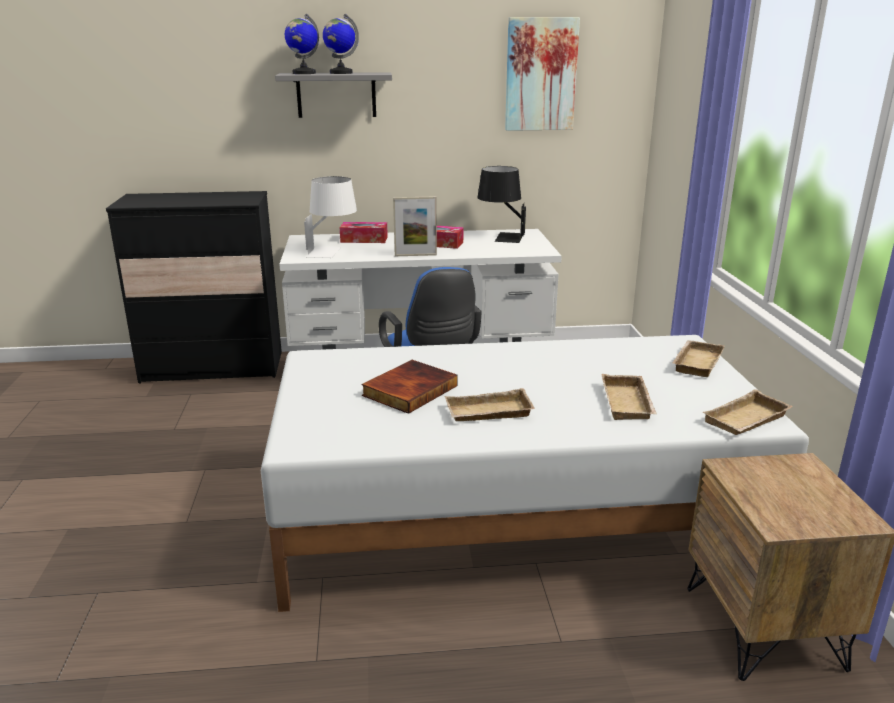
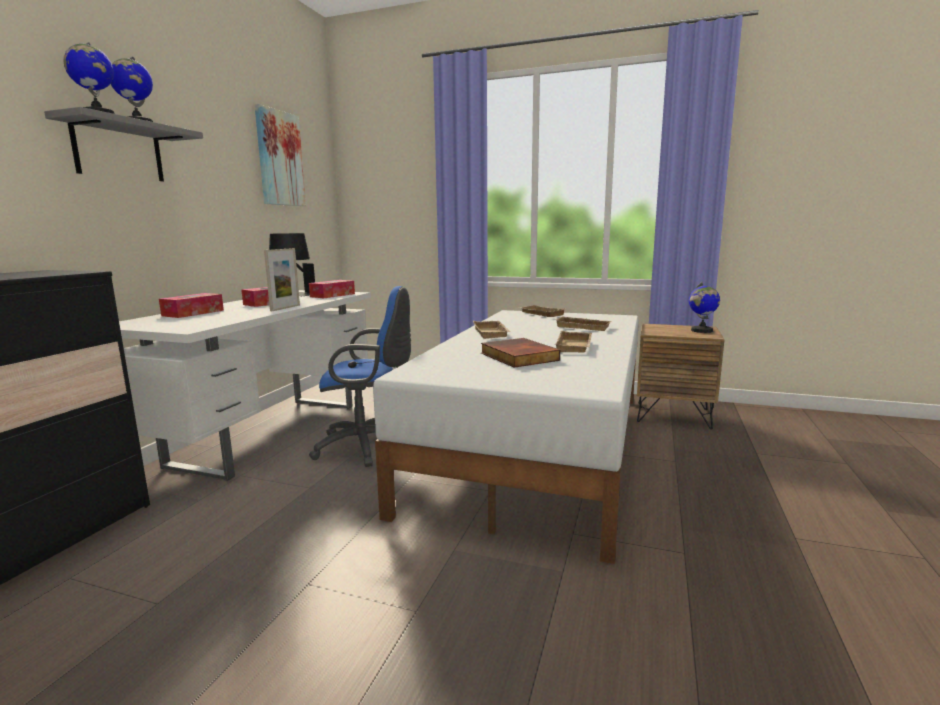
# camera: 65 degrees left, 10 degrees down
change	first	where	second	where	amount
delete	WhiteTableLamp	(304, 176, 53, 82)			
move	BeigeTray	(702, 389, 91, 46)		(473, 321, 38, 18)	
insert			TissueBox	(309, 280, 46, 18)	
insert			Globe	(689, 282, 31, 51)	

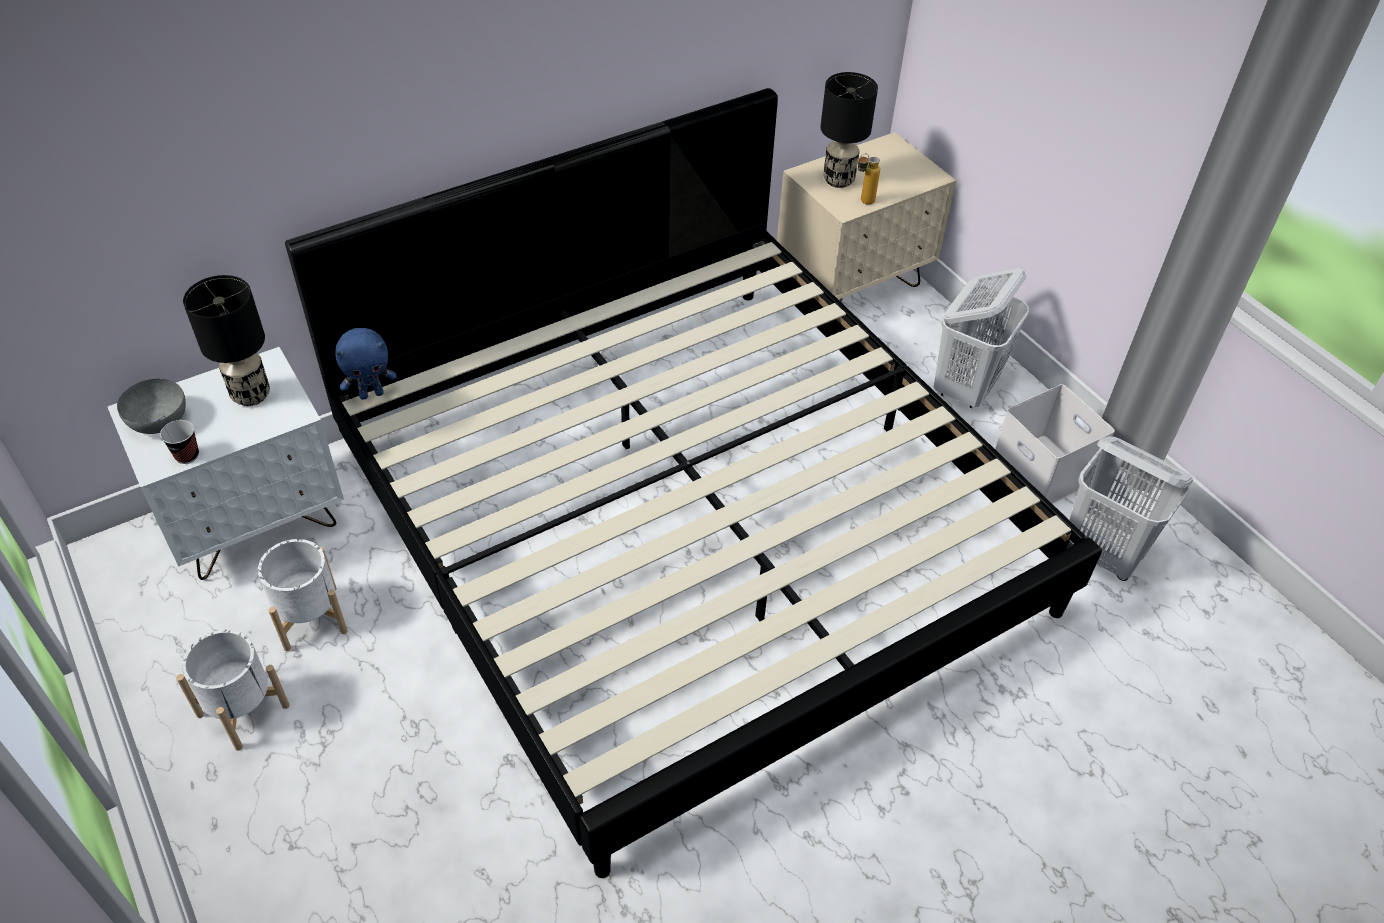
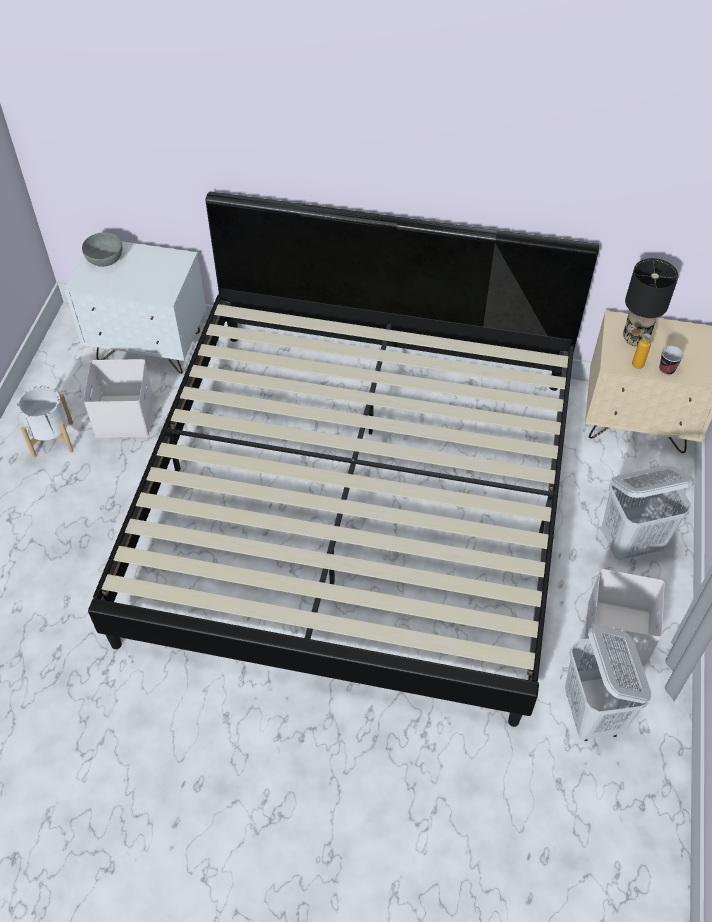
# camera: 45 degrees right, 5 degrees up
change	first	where	second	where	amount
delete	BlackTableLamp	(183, 275, 87, 131)			
delete	BluePlushToy	(335, 328, 62, 72)			
move	Cup	(160, 420, 39, 44)		(659, 346, 25, 29)	
replace	WhitePlanter	(258, 539, 90, 112)	WhiteStorageBox	(83, 359, 71, 79)	

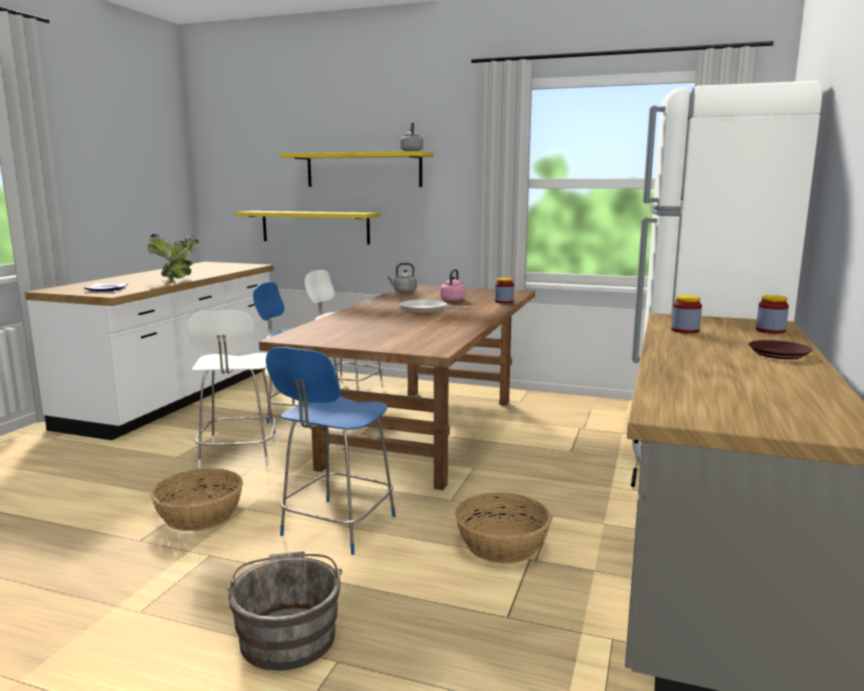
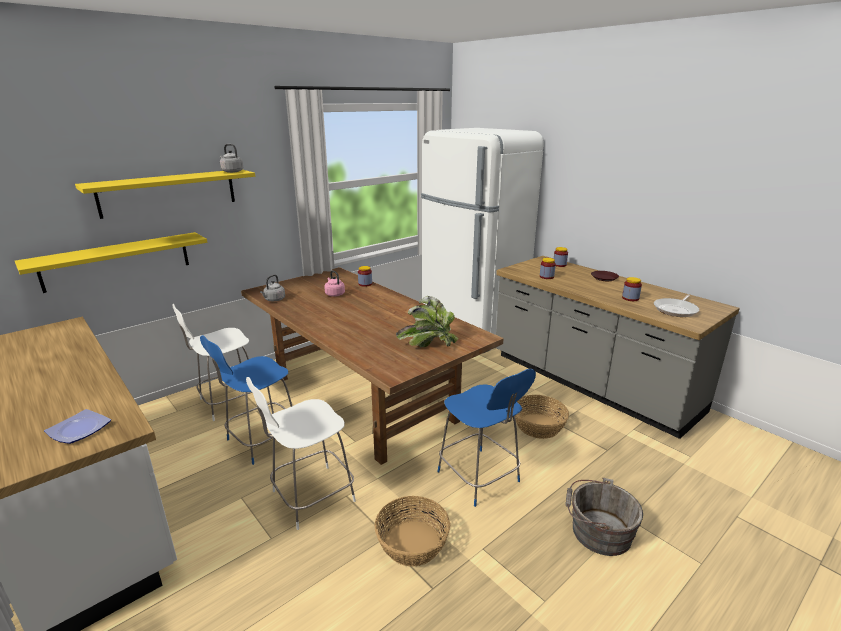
# camera: 60 degrees left, 10 degrees up
change	first	where	second	where	amount
move	PottedPlant	(147, 234, 52, 45)		(396, 296, 63, 51)	
move	FryingPan	(399, 300, 75, 13)		(654, 295, 45, 22)	
rotate	WhiteChair	(187, 310, 90, 159)		(246, 377, 110, 153)	120 degrees clockwise
insert			Jar	(622, 277, 20, 24)	

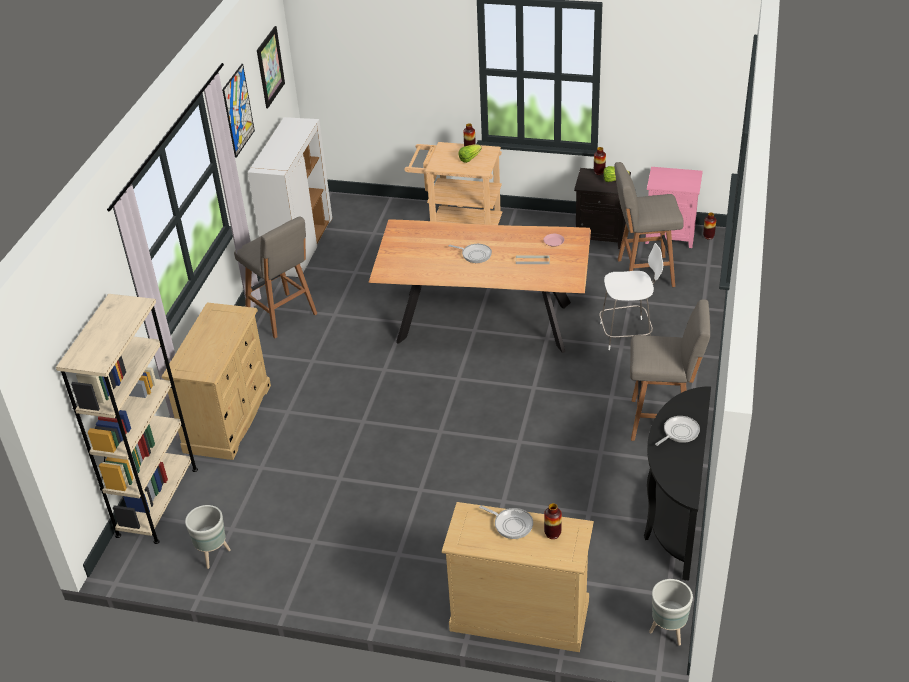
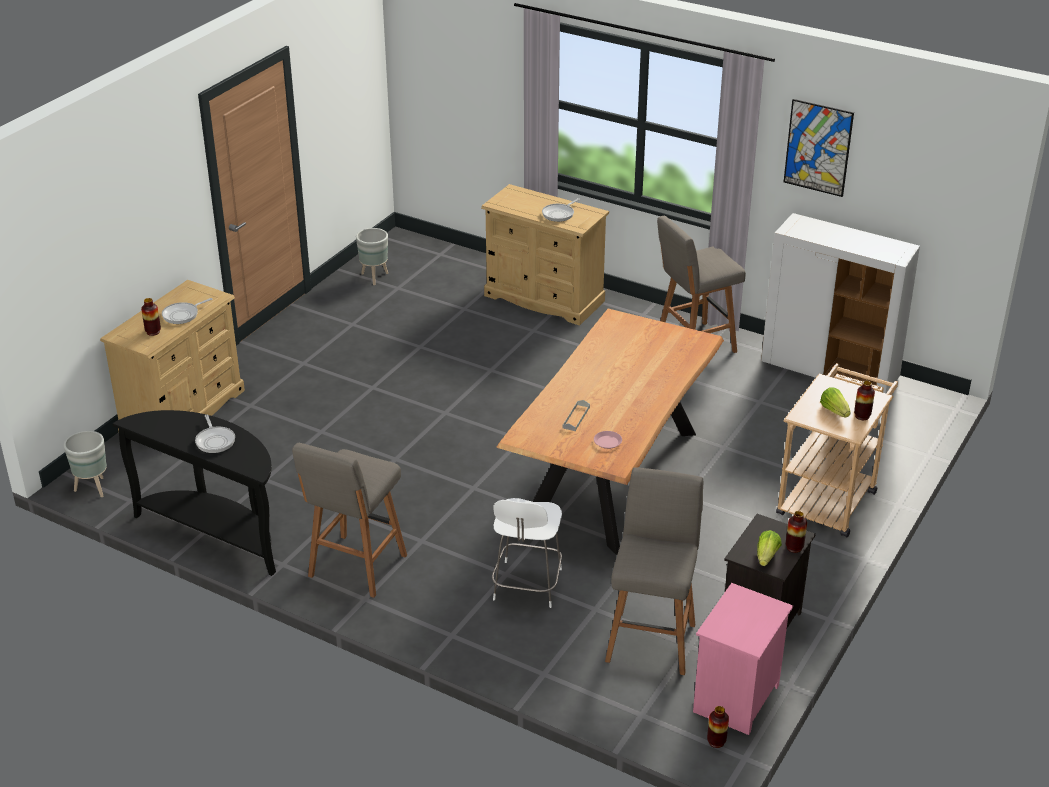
# camera: 105 degrees right, 5 degrees down
change	first	where	second	where	amount
delete	Picture	(257, 26, 28, 82)			
move	FryingPan	(449, 244, 43, 19)		(542, 198, 38, 24)	
delete	BeigeBookcase	(56, 294, 142, 250)			

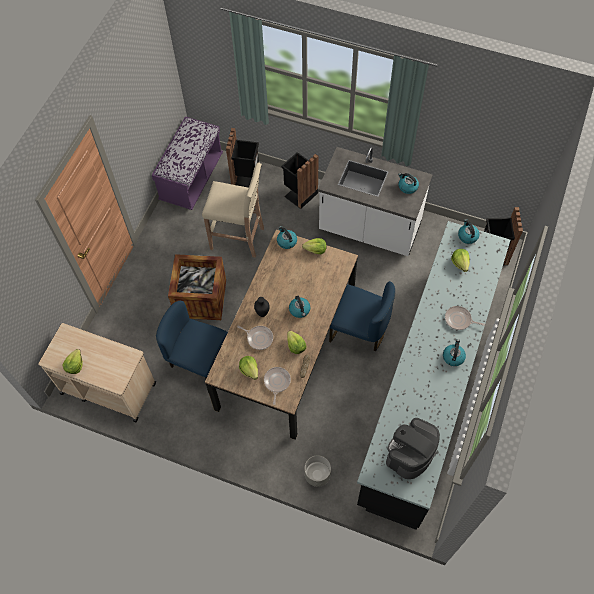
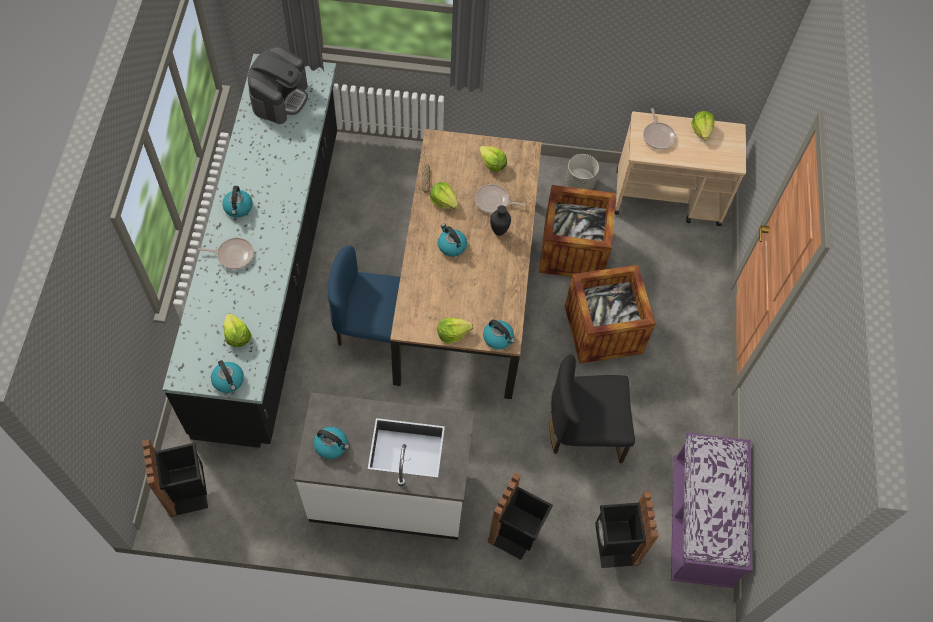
# camera: 160 degrees right, 0 degrees up
change	first	where	second	where	amount
replace	BeigeStool	(202, 163, 62, 95)	BlackChair	(550, 354, 85, 109)	
replace	BlueChair	(156, 301, 72, 78)	Crate	(539, 185, 77, 92)	
move	FryingPan	(264, 367, 27, 38)		(643, 108, 33, 42)	
move	GreyPlanter	(305, 455, 26, 32)		(565, 154, 34, 36)	

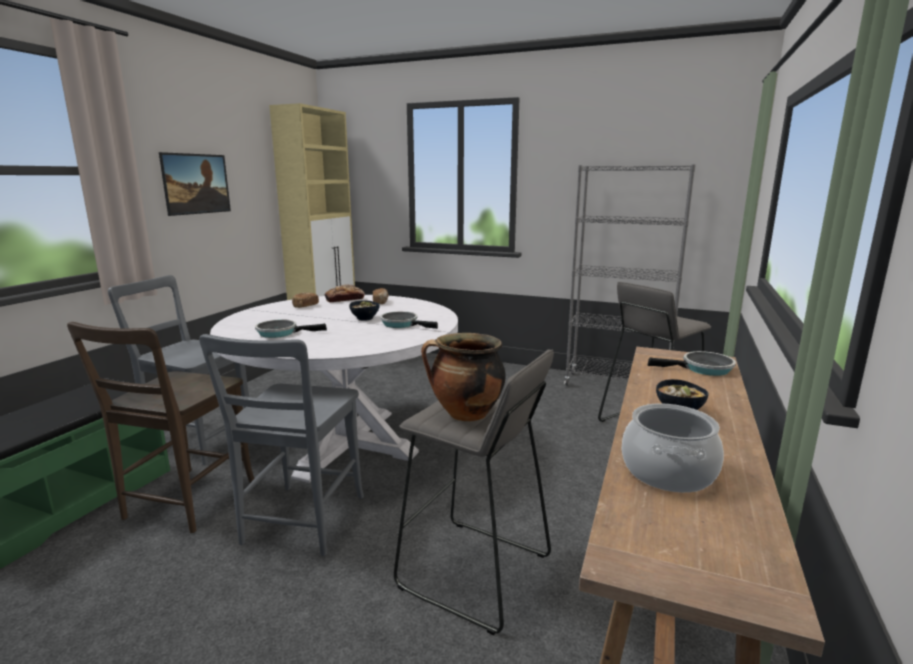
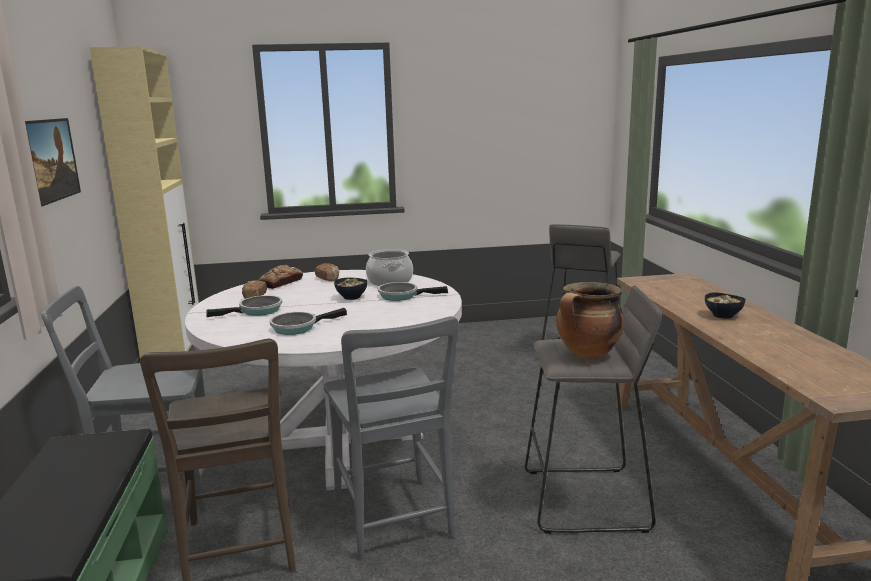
# camera: 30 degrees left, 0 degrees up
change	first	where	second	where	amount
delete	GreyBookcase	(564, 164, 132, 222)			
move	FryingPan	(647, 351, 89, 25)		(206, 295, 76, 22)	
move	CookingPot	(622, 403, 102, 90)		(366, 249, 47, 37)	

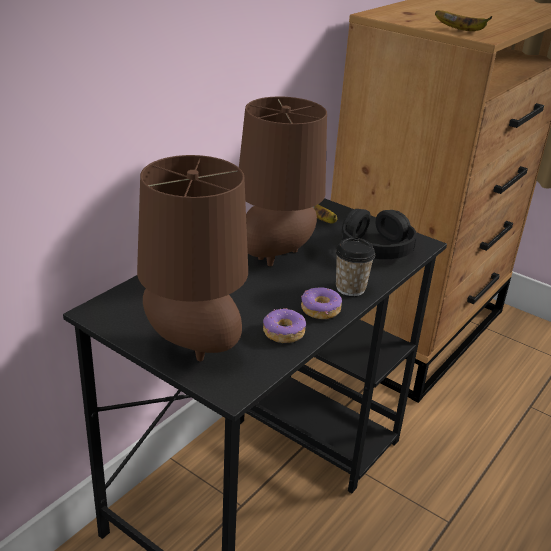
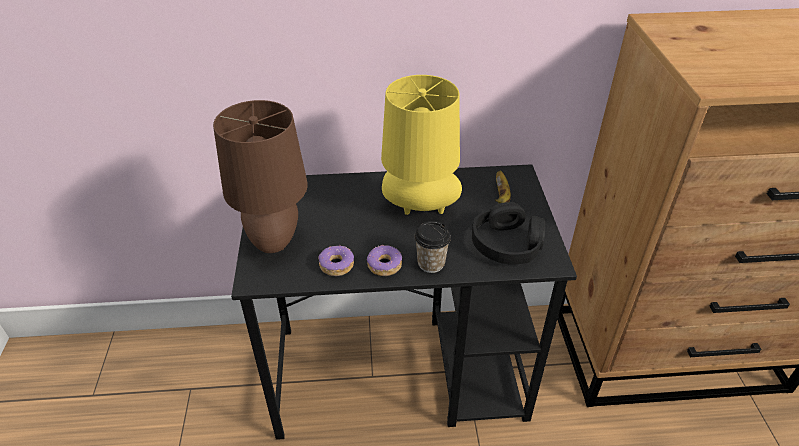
# camera: 50 degrees right, 10 degrees up
change	first	where	second	where	amount
delete	Banana	(435, 10, 58, 21)			
recolor	BrownTableLamp	(239, 97, 88, 169)	YellowTableLamp	(381, 75, 81, 140)	

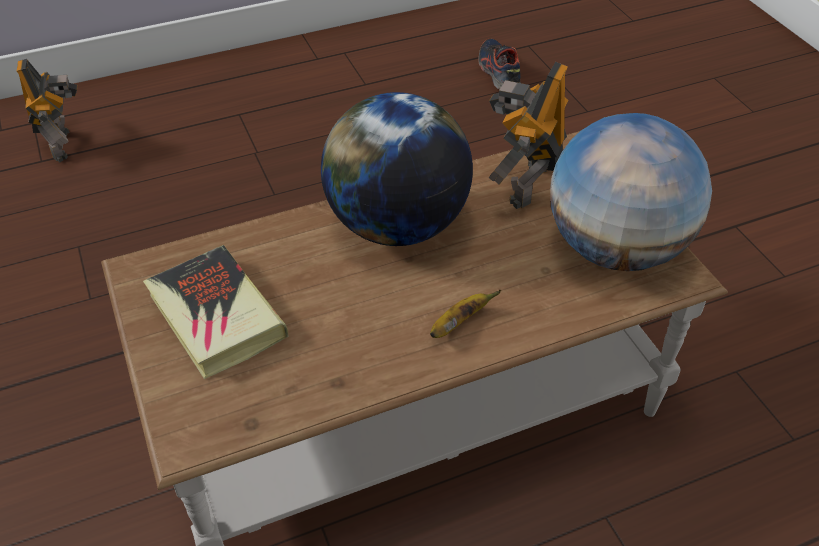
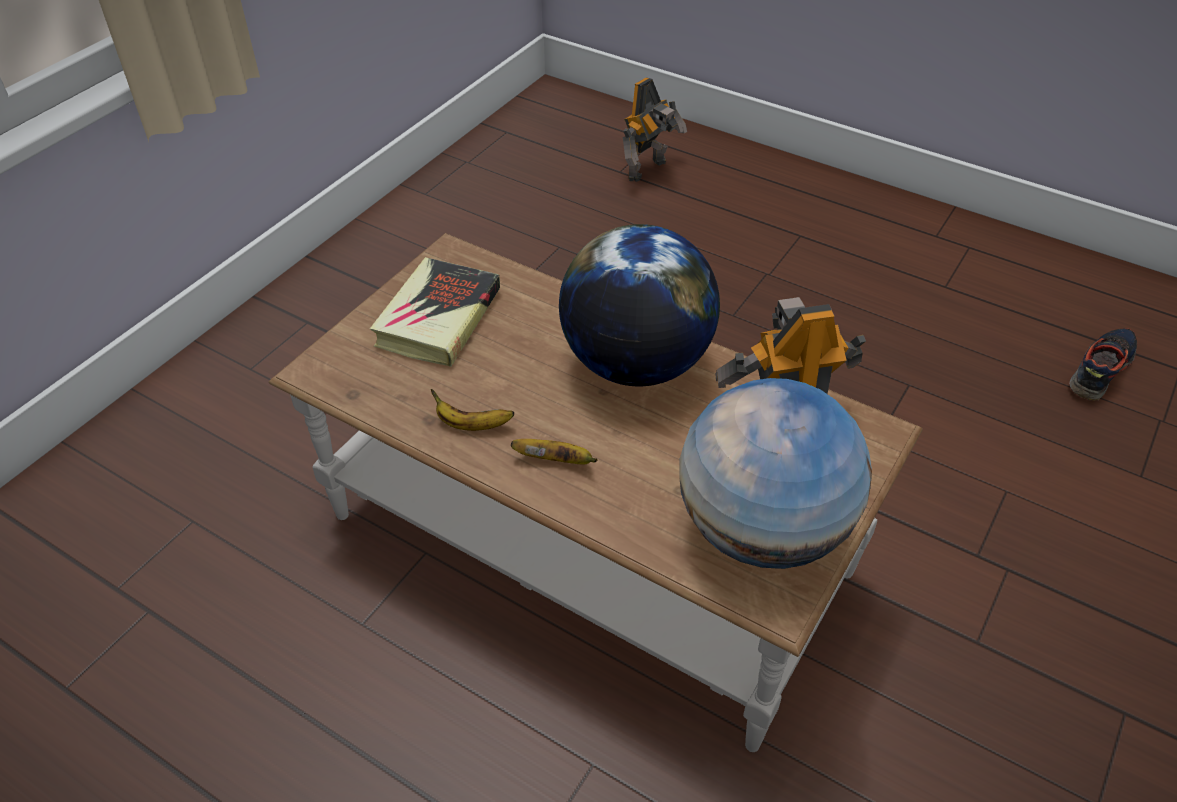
# camera: 55 degrees right, 0 degrees up
change	first	where	second	where	amount
insert			Banana	(431, 389, 83, 42)	

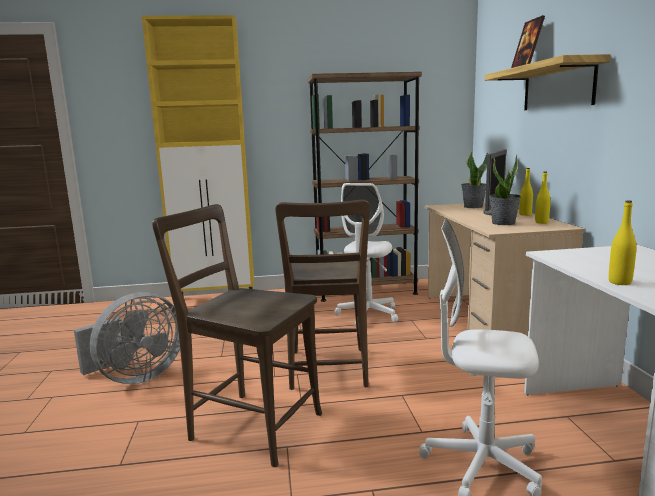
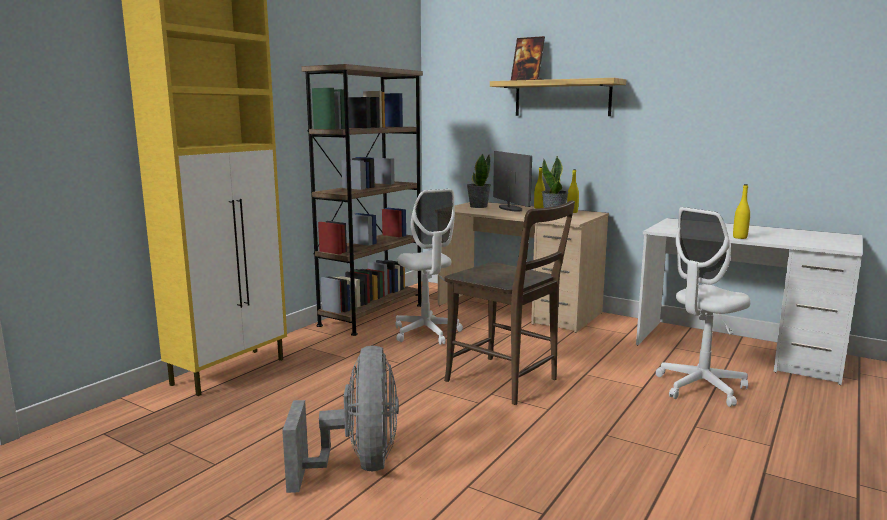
# camera: 50 degrees left, 0 degrees up
change	first	where	second	where	amount
delete	BrownChair	(152, 204, 170, 263)			

